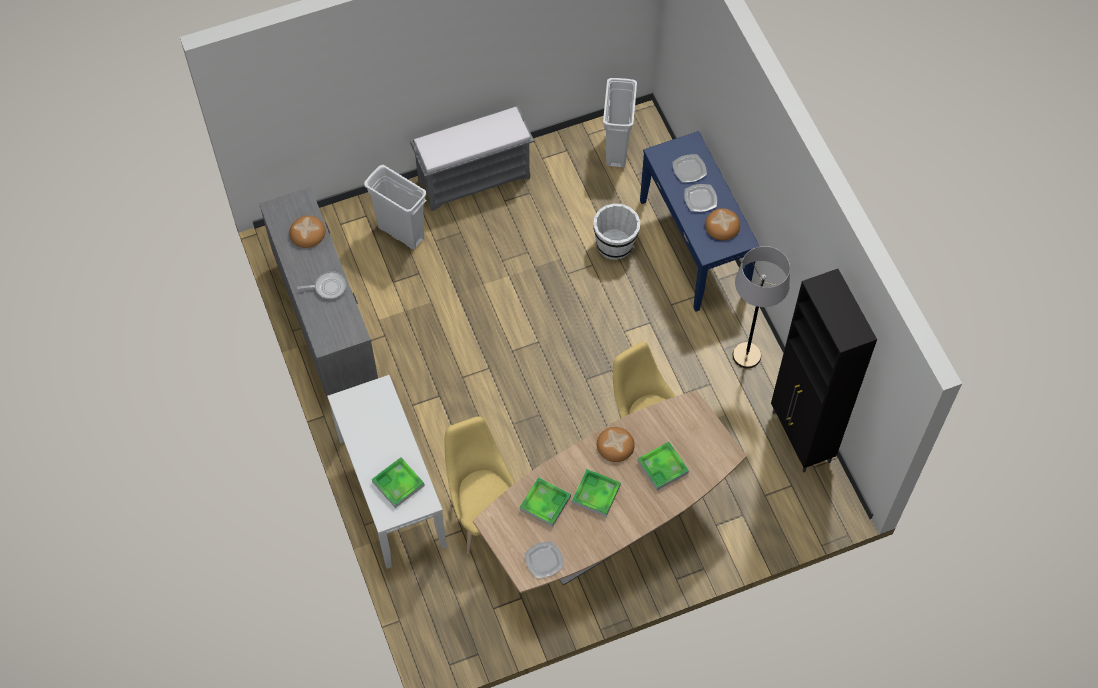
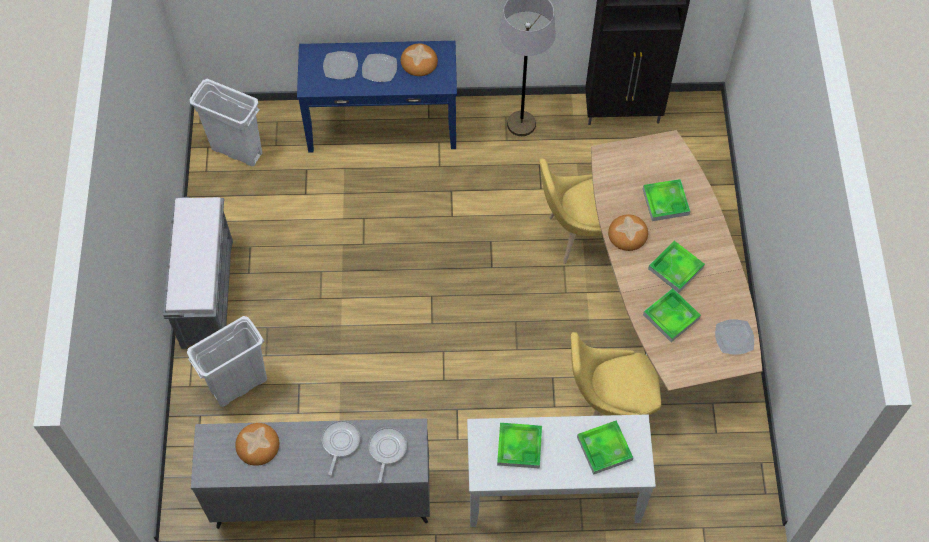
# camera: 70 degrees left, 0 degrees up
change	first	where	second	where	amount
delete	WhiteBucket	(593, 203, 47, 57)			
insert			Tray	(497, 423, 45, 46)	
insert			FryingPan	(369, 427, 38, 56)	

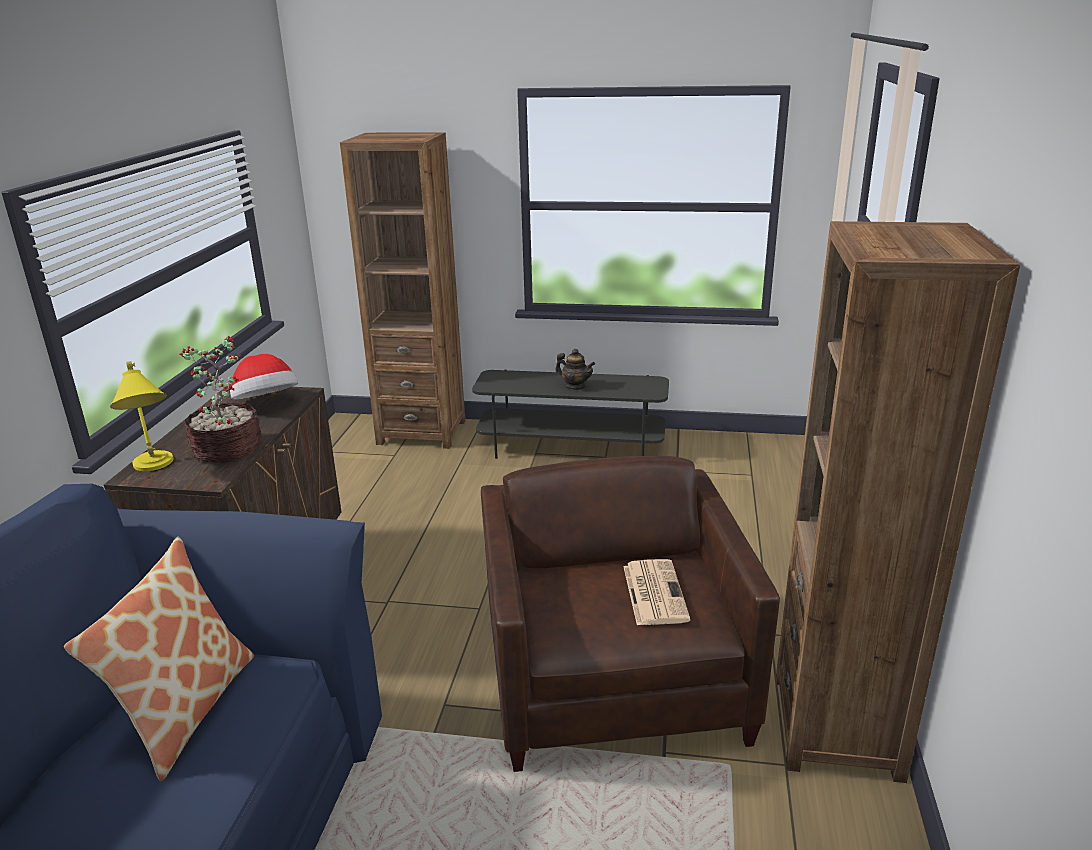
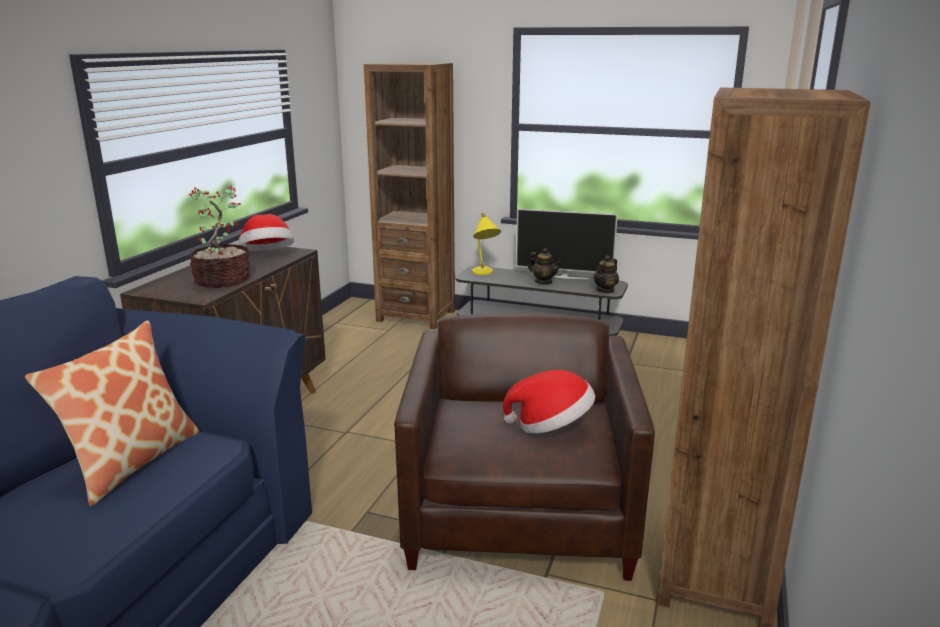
# camera: 10 degrees right, 5 degrees down
change	first	where	second	where	amount
move	YellowTableLamp	(110, 361, 63, 110)		(472, 213, 29, 62)	
replace	Newspaper	(623, 559, 68, 66)	Hat	(503, 370, 92, 64)	
insert			Television	(516, 209, 102, 70)	
insert			Teapot	(593, 255, 26, 39)	

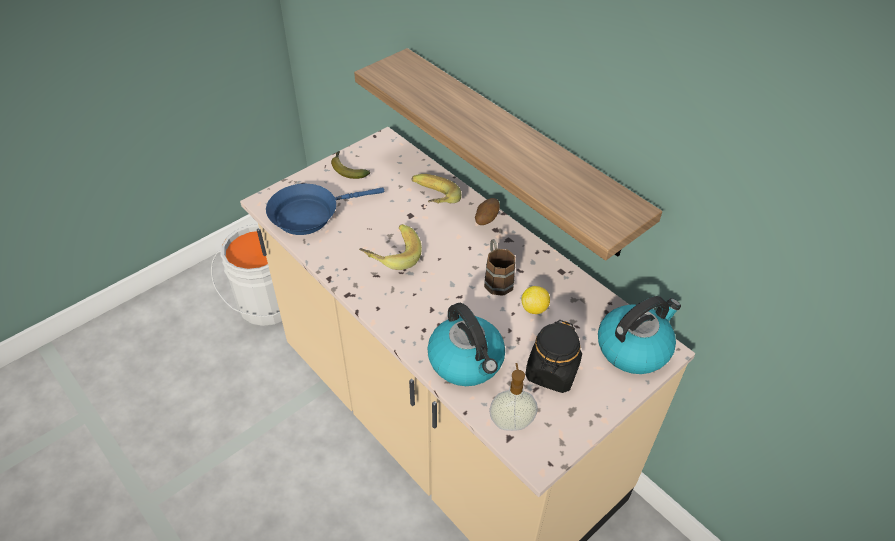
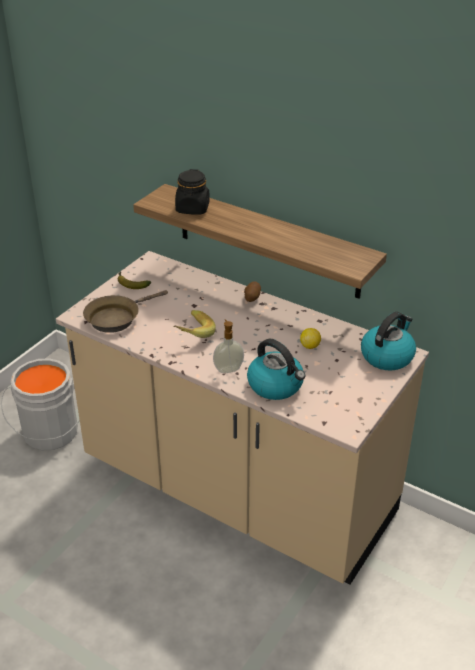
# camera: 15 degrees left, 10 degrees down
change	first	where	second	where	amount
delete	Banana	(411, 174, 50, 30)			
recolor	BlueFryingPan	(266, 184, 118, 51)	BrownFryingPan	(83, 290, 85, 43)	
delete	BrownMug	(484, 239, 32, 57)			
move	BlackJar	(525, 320, 57, 73)		(175, 169, 35, 46)	
move	SoapDispenser	(489, 363, 49, 68)		(213, 319, 31, 54)	

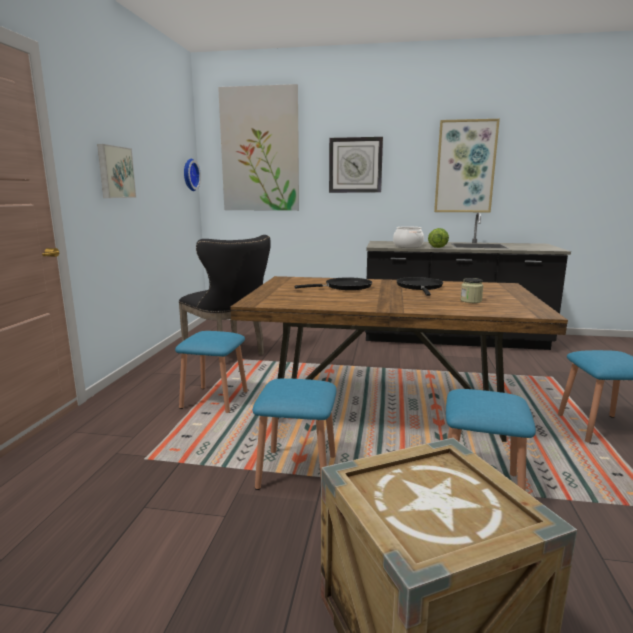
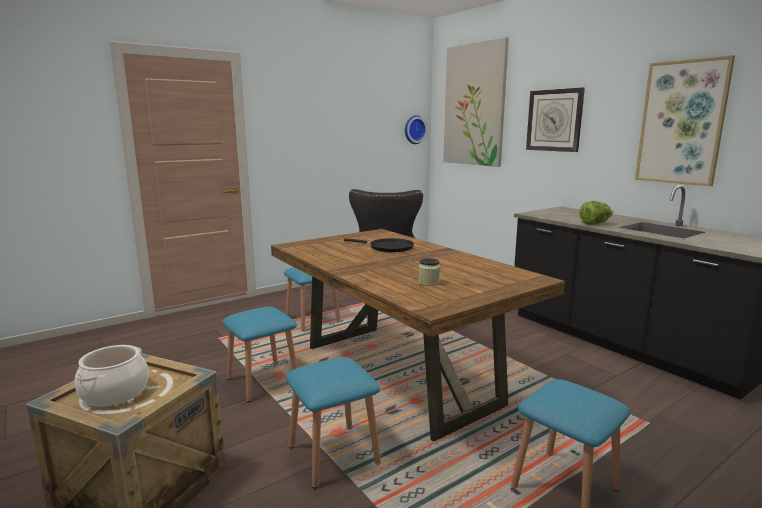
# camera: 45 degrees right, 0 degrees up
change	first	where	second	where	amount
delete	Picture	(97, 144, 39, 54)			
move	CookingPot	(393, 226, 31, 22)		(75, 345, 74, 62)	
delete	BlackFryingPan	(396, 277, 47, 19)			

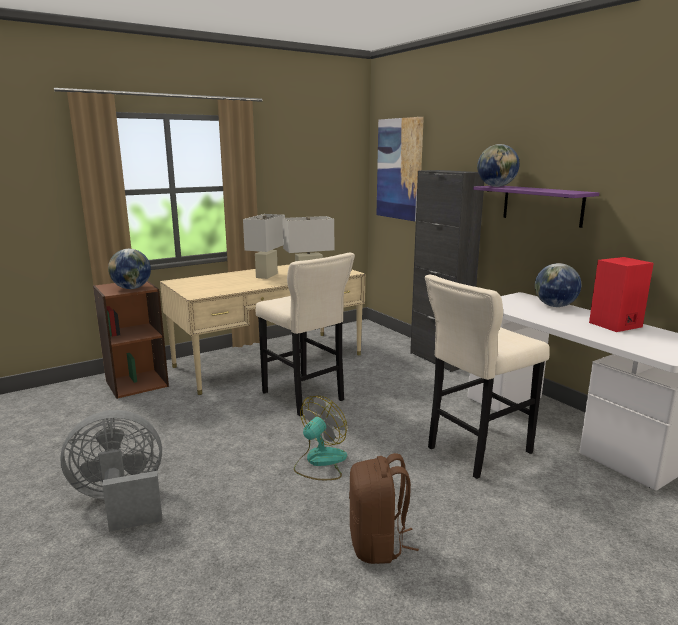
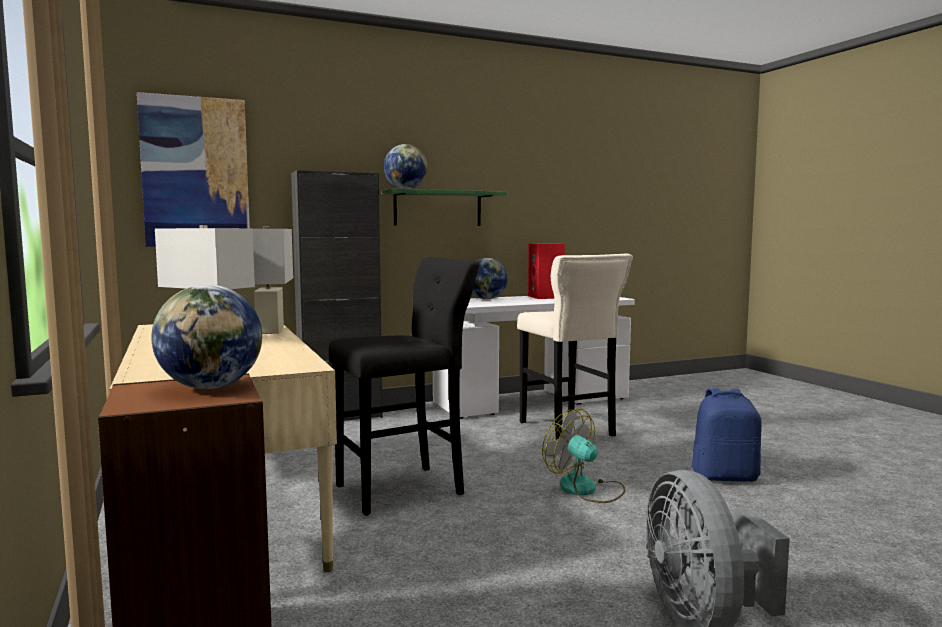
# camera: 80 degrees left, 10 degrees down
change	first	where	second	where	amount
recolor	PurpleShelf	(473, 186, 126, 42)	GreenShelf	(381, 188, 126, 38)	
recolor	BeigeStool	(256, 253, 99, 163)	BlackStool	(329, 257, 151, 259)	
recolor	BrownBackpack	(349, 453, 70, 111)	BlueBackpack	(692, 388, 70, 94)	

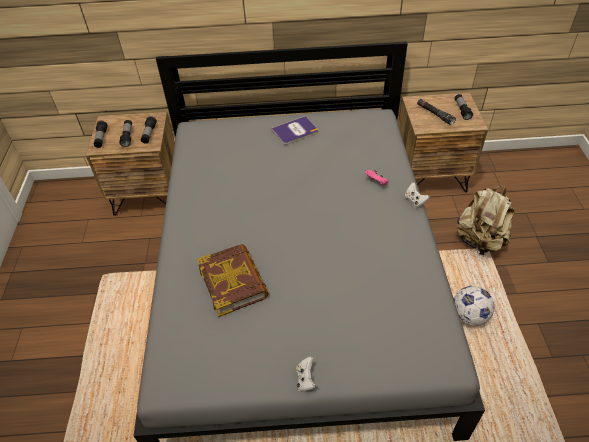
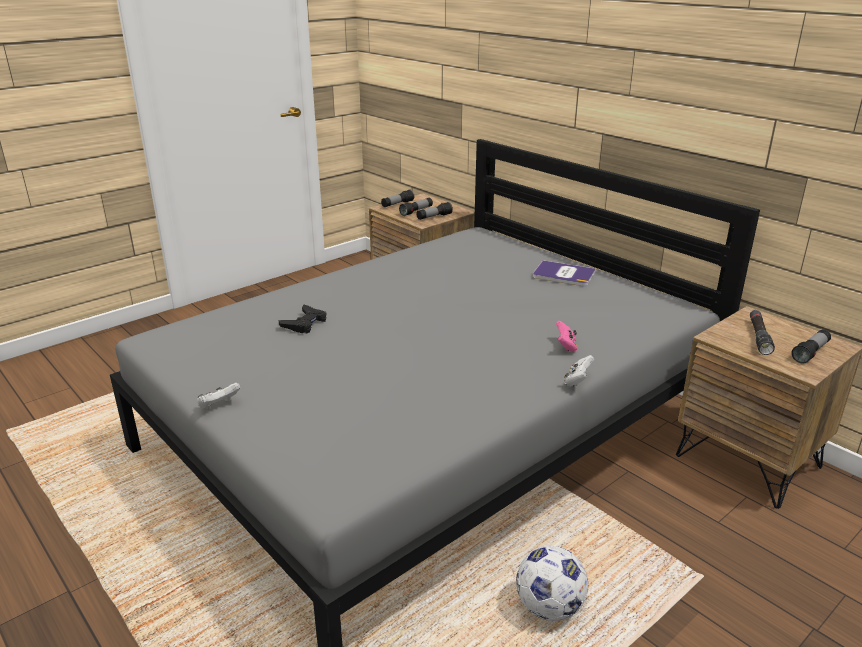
# camera: 50 degrees right, 20 degrees down
change	first	where	second	where	amount
delete	BeigeBackpack	(456, 186, 59, 69)			
replace	Book	(197, 244, 72, 73)	BlackGameController	(279, 305, 48, 29)	

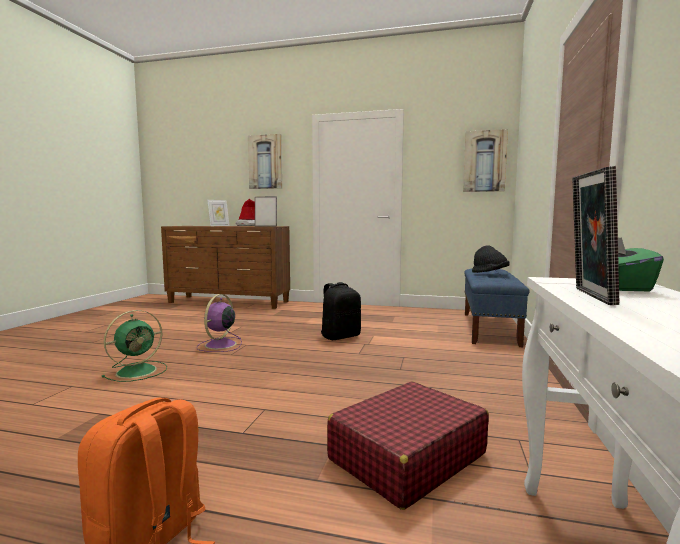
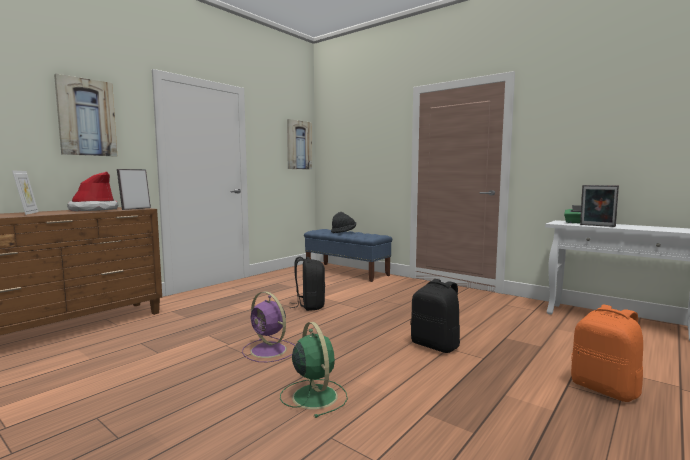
# camera: 65 degrees left, 0 degrees up
change	first	where	second	where	amount
delete	RedSuitcase	(327, 381, 162, 129)			
insert			BlackBackpack	(411, 279, 49, 74)	

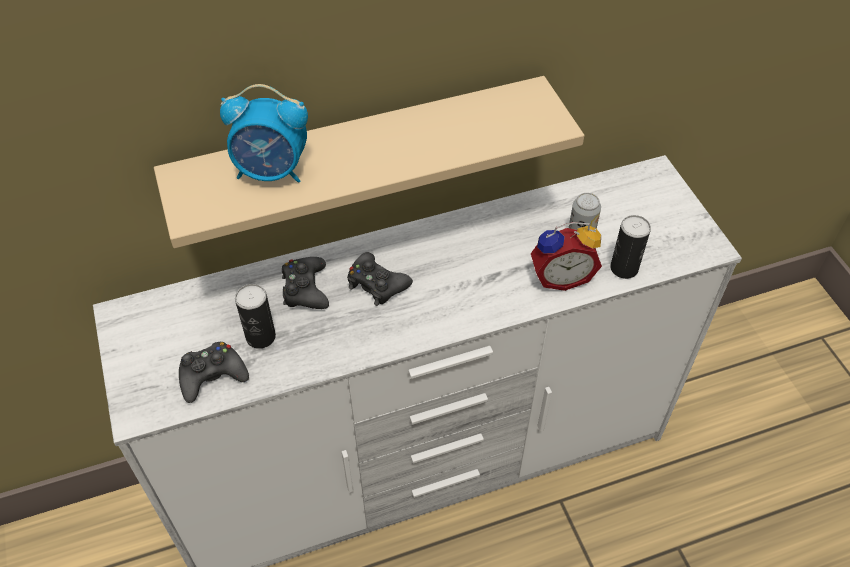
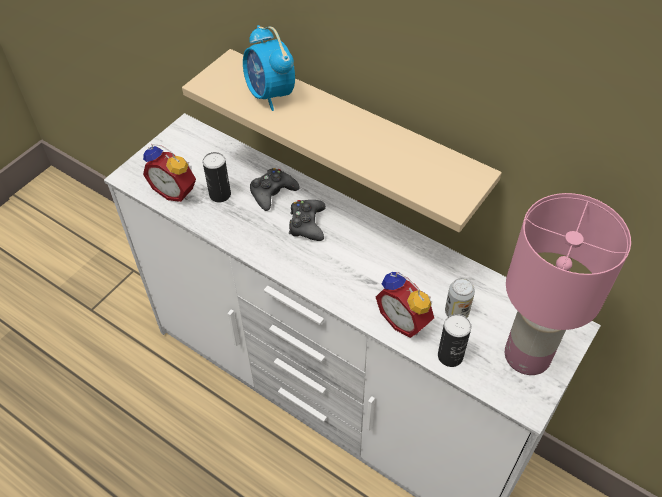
# camera: 55 degrees right, 0 degrees up
change	first	where	second	where	amount
replace	BlackGameController	(179, 342, 70, 61)	AlarmClock	(143, 144, 53, 58)	
insert			PinkTableLamp	(505, 193, 126, 182)	

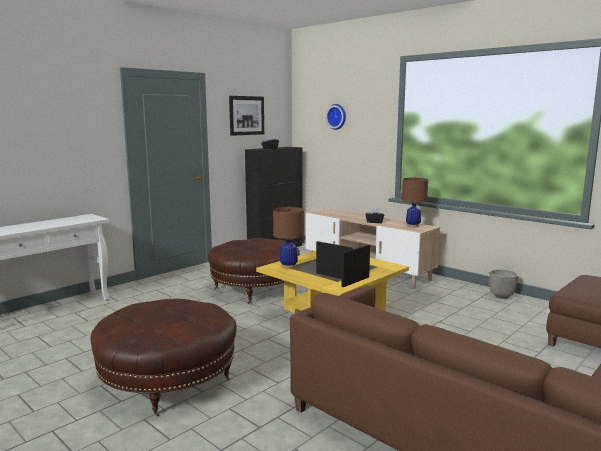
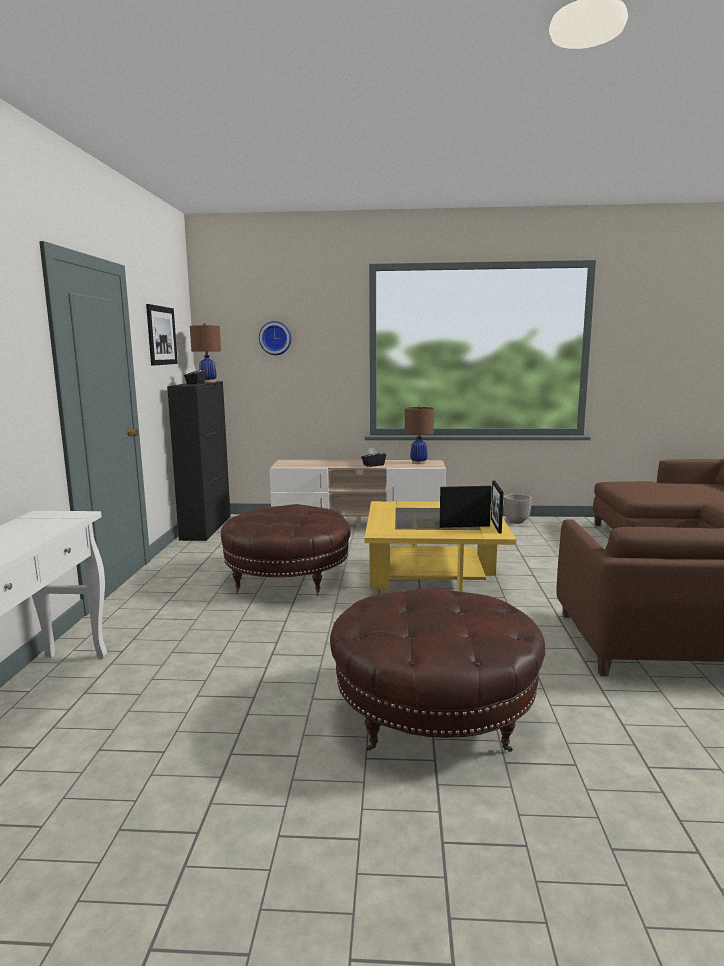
# camera: 40 degrees left, 0 degrees up
change	first	where	second	where	amount
move	BrownTableLamp	(273, 207, 31, 61)		(190, 323, 31, 60)	

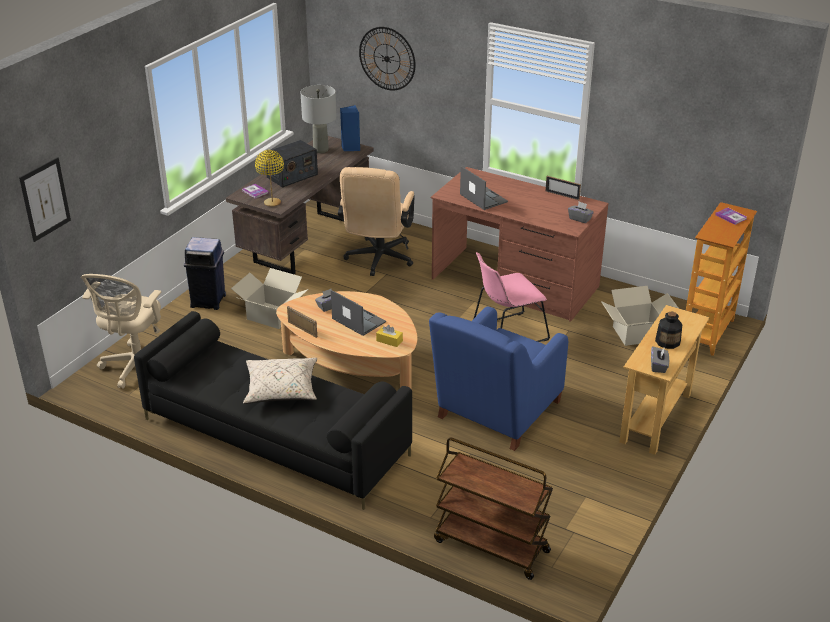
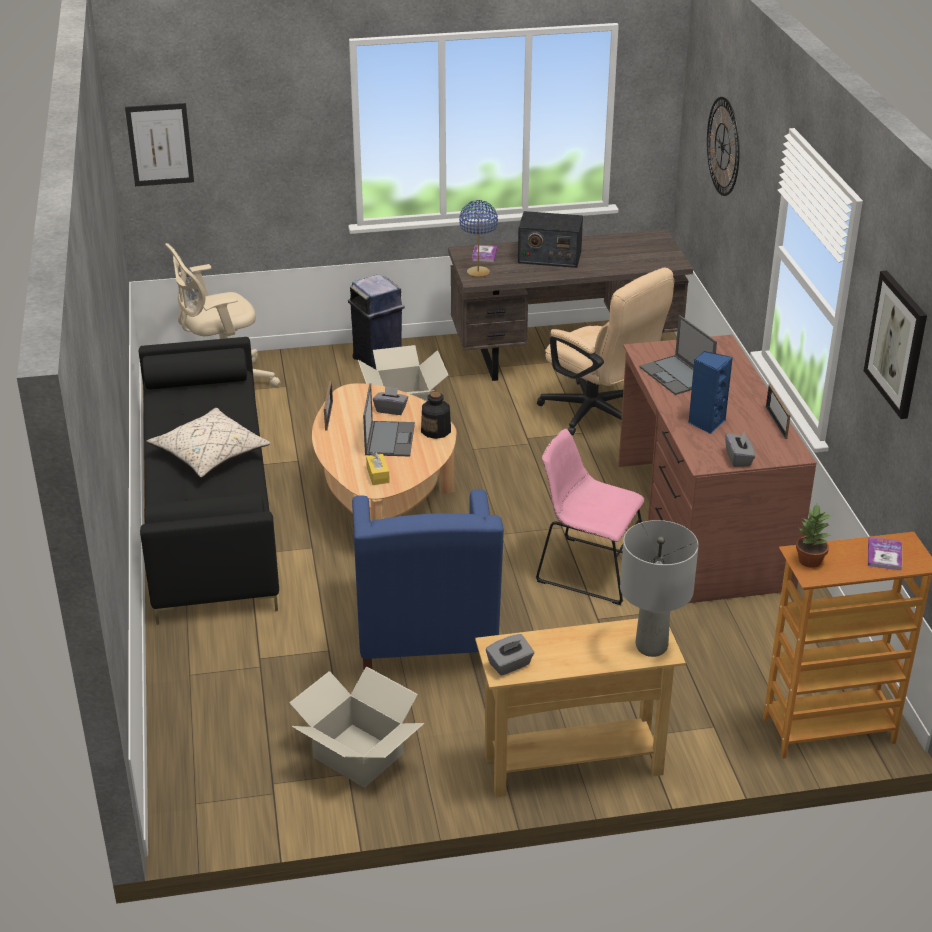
# camera: 50 degrees right, 0 degrees up
change	first	where	second	where	amount
move	GreyTableLamp	(300, 85, 37, 68)		(620, 520, 79, 137)	
move	BlueSpeaker	(340, 105, 20, 46)		(688, 351, 45, 83)	
recolor	YellowTableLamp	(255, 150, 29, 57)	BlueTableLamp	(459, 200, 39, 78)	
rotate	Laptop	(460, 166, 48, 44)		(640, 315, 77, 80)	135 degrees clockwise
rotate	BeigeOfficeChair	(338, 167, 77, 109)		(537, 268, 137, 167)	105 degrees counterclockwise
move	CardboardBox	(601, 286, 77, 60)		(289, 666, 135, 122)	
rotate	BlueArmchair	(429, 307, 139, 144)		(352, 489, 152, 180)	90 degrees counterclockwise
move	Bottle	(655, 312, 27, 37)		(421, 392, 30, 47)	
delete	BrownCart	(434, 437, 119, 143)			
insert			Picture	(864, 271, 63, 148)	
insert			PottedPlant	(796, 504, 35, 64)	

